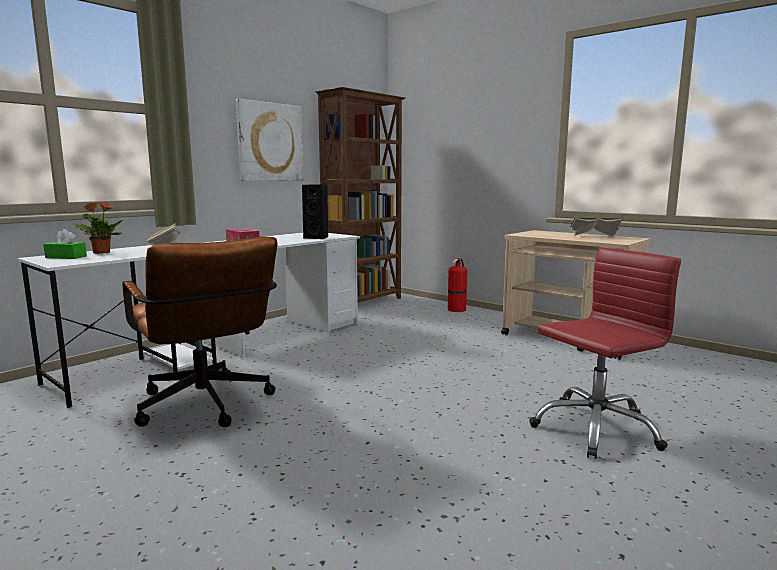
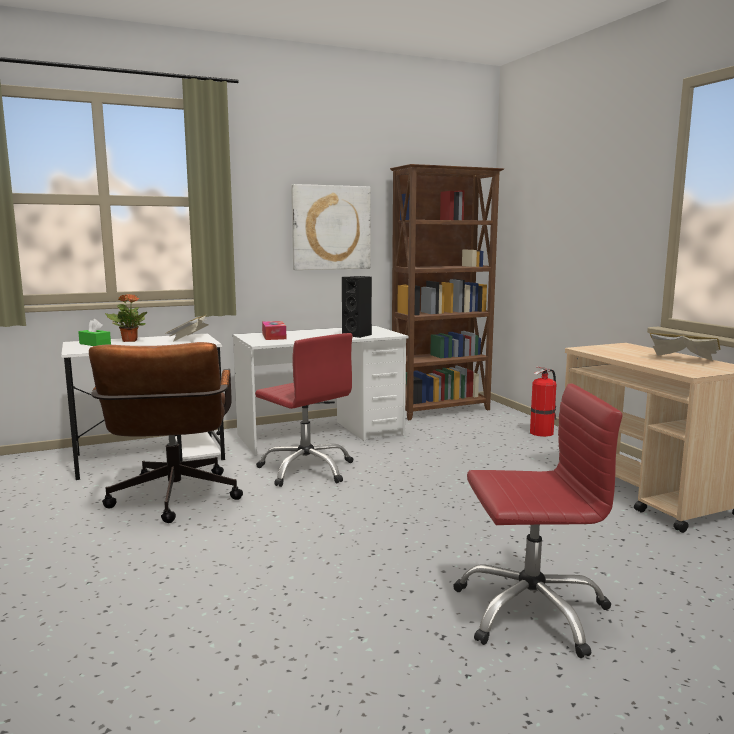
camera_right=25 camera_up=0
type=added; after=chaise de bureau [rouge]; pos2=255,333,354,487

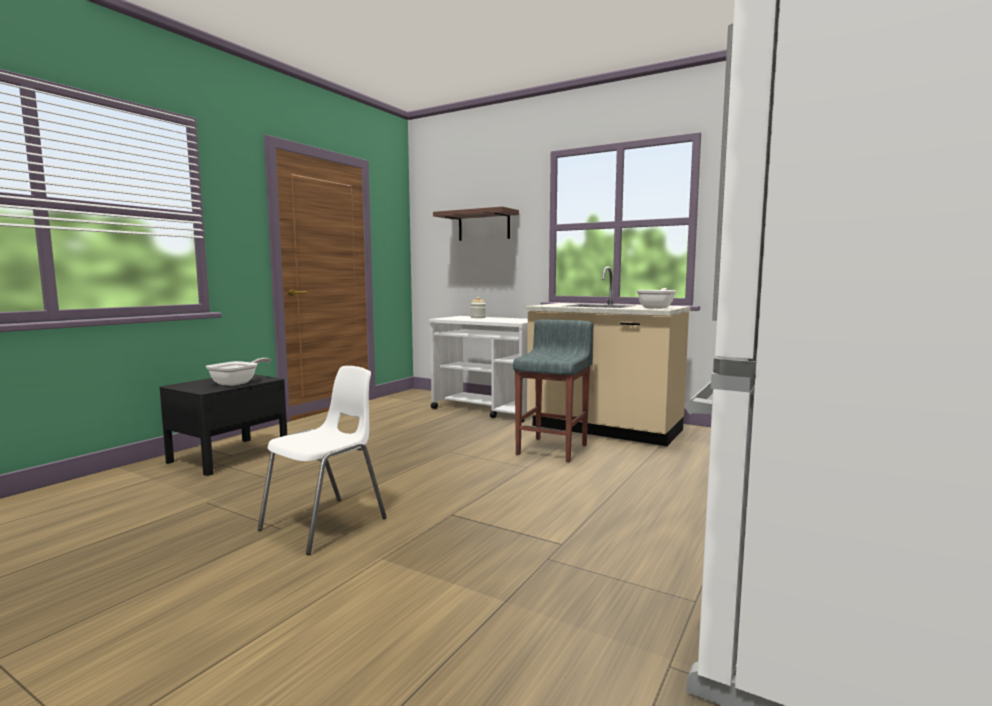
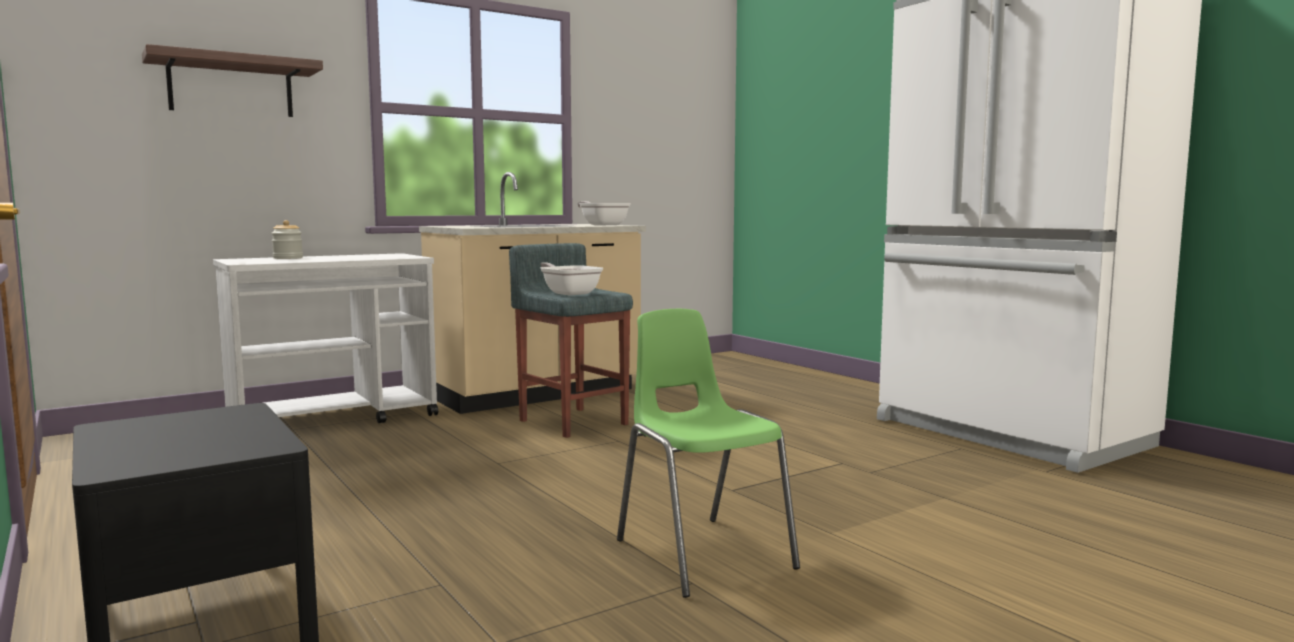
camera_right=-65 camera_up=0
type=moved; before=poêle; pos1=206,358,271,386; pos2=541,262,603,296
type=recoloured; before=chaise [blanc]; after=chaise [vert]; pos1=258,366,387,555; pos2=617,309,800,598

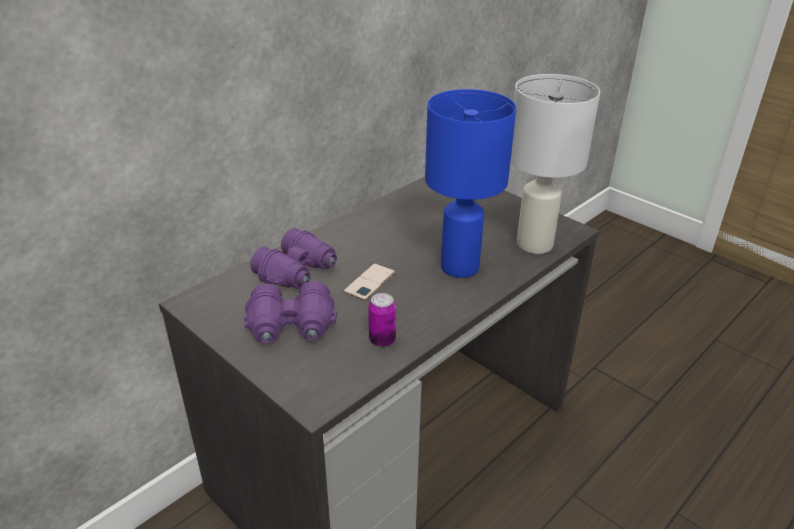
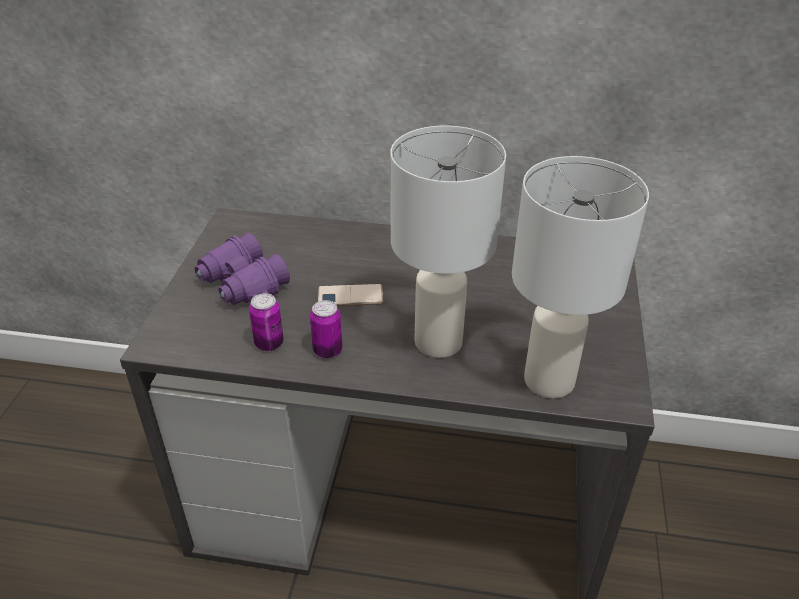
camera_right=55 camera_up=5
type=removed; before=jumelles [violet]; pos1=251,228,337,289
type=recoloured; before=lampe de table [bleu]; after=lampe de table [blanc]; pos1=425,89,516,278; pos2=390,126,506,358
type=added; after=boîte métallique; pos2=310,300,342,358

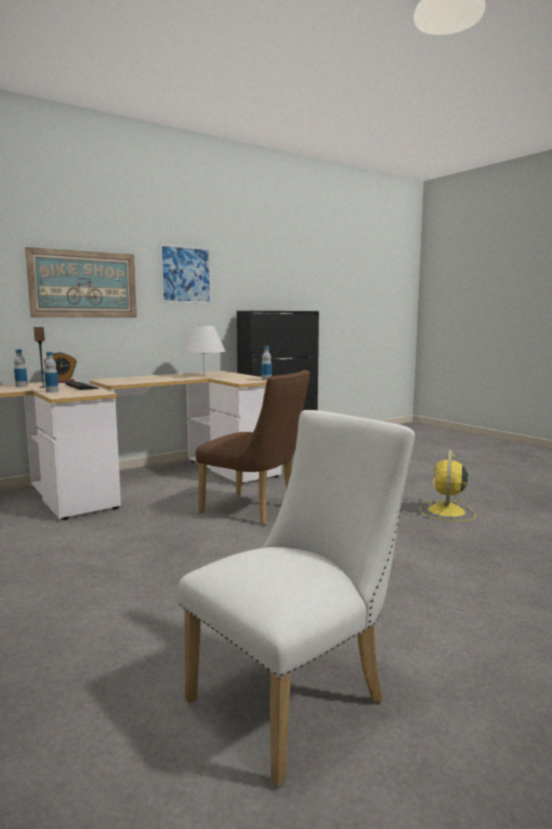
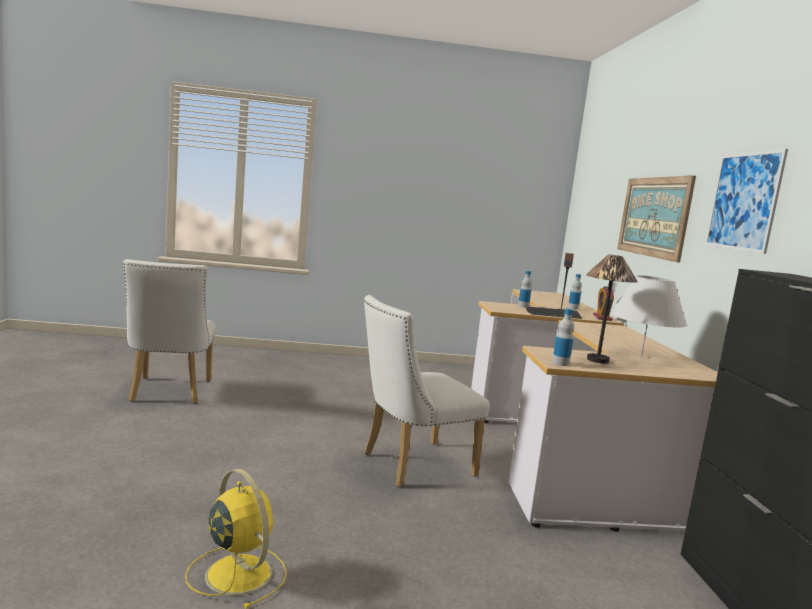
camera_right=120 camera_up=0
type=recoloured; before=chaise [marron]; after=chaise [blanc]; pos1=196,370,310,525; pos2=364,295,490,487
type=added; after=lampe de table; pos2=586,255,638,364

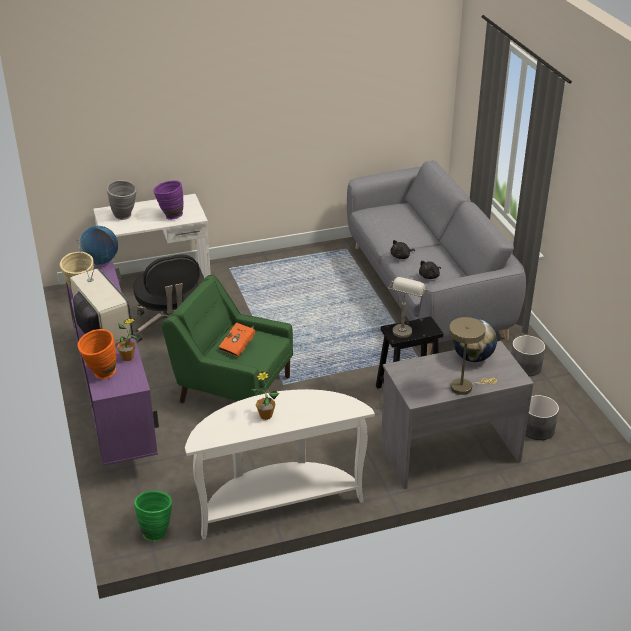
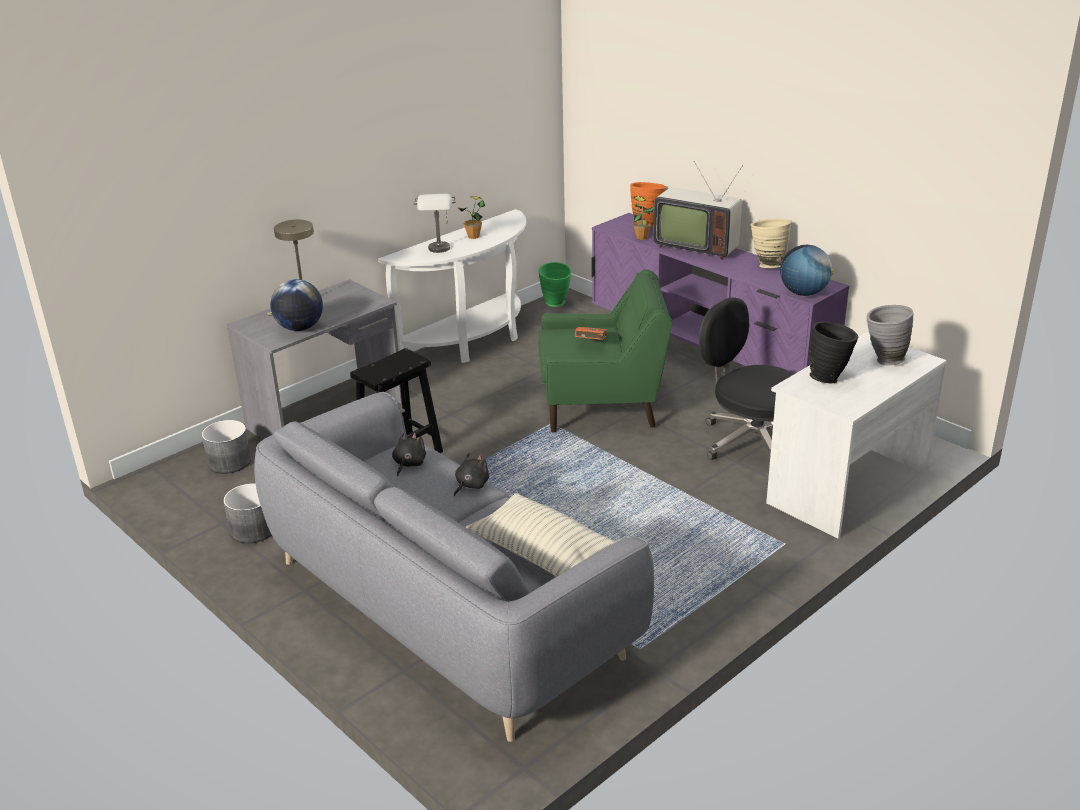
camera_right=155 camera_up=-5
type=recoloured; before=vase [violet]; after=vase [noir]; pos1=153,181,184,220; pos2=809,321,858,383
type=moved; before=lampe de table [gris]; pos1=388,277,427,338; pos2=414,194,456,253
type=added; after=coussin; pos2=466,493,616,577

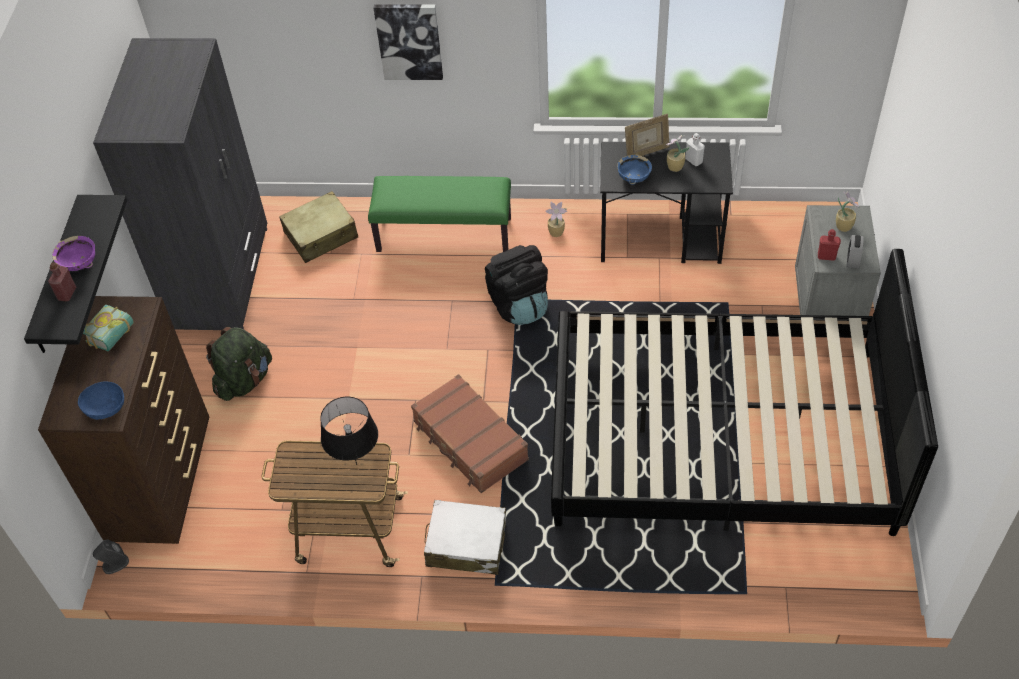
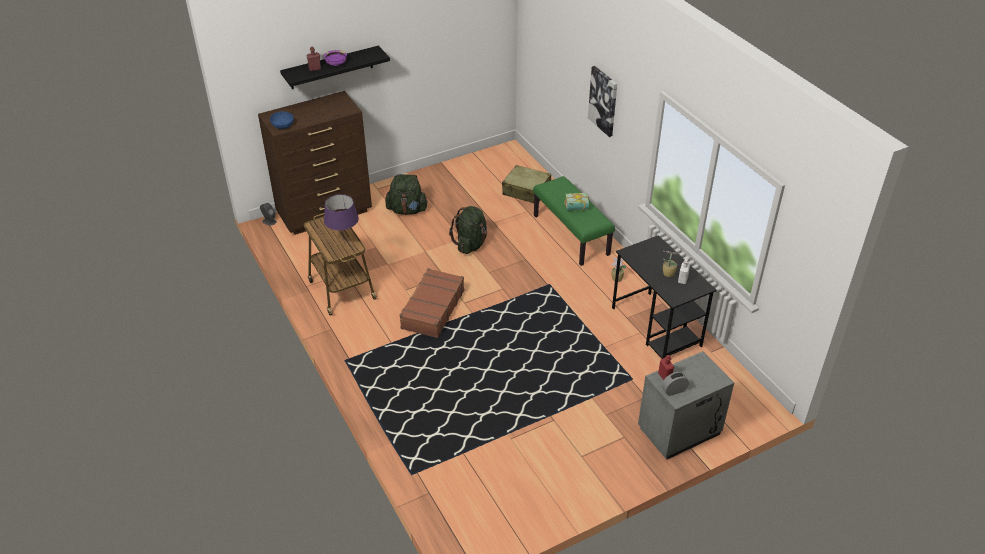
camera_right=55 camera_up=-10
type=moved; before=livre; pos1=83,304,134,351; pos2=564,193,589,210
type=removed; before=armoire [gris]; pos1=93,38,267,330
type=recoloured; before=lampe de table [noir]; after=lampe de table [violet]; pos1=320,397,378,465; pos2=324,194,359,244
type=removed; before=valise [blanc]; pos1=424,500,506,575
type=removed; before=sac à dos [noir]; pos1=485,245,548,325
type=removed; before=lit [noir]; pos1=551,249,938,536
type=removed; before=bol [bleu]; pos1=617,154,652,185
type=removed; before=cadre photo; pos1=625,114,669,156
type=removed; before=plante en pot; pos1=836,191,860,232
type=added; after=sac à dos [vert]; pos2=449,206,488,254

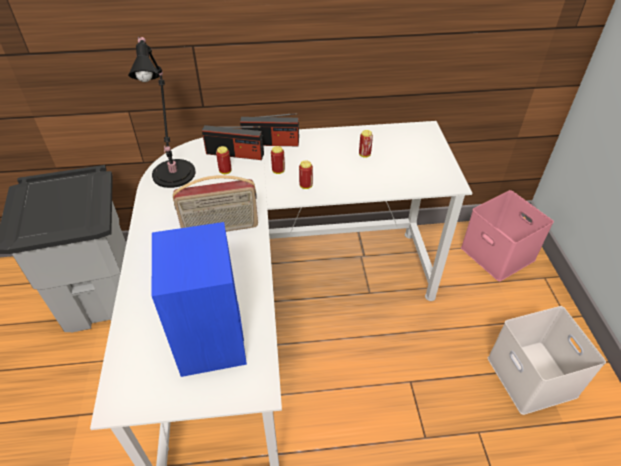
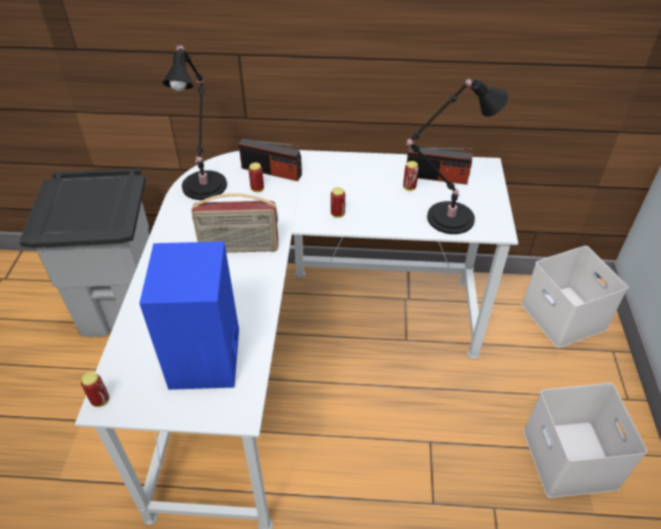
camera_right=10 camera_up=0
type=moved; before=radio; pos1=240,113,299,146; pos2=407,146,473,185
type=moved; before=boîte métallique; pos1=271,146,285,174; pos2=81,372,109,407
type=recoloured; before=boîte de rangement [rose]; after=boîte de rangement [blanc]; pos1=461,190,554,281; pos2=521,246,628,348
type=added; after=lampe de table [noir]; pos2=406,79,508,234

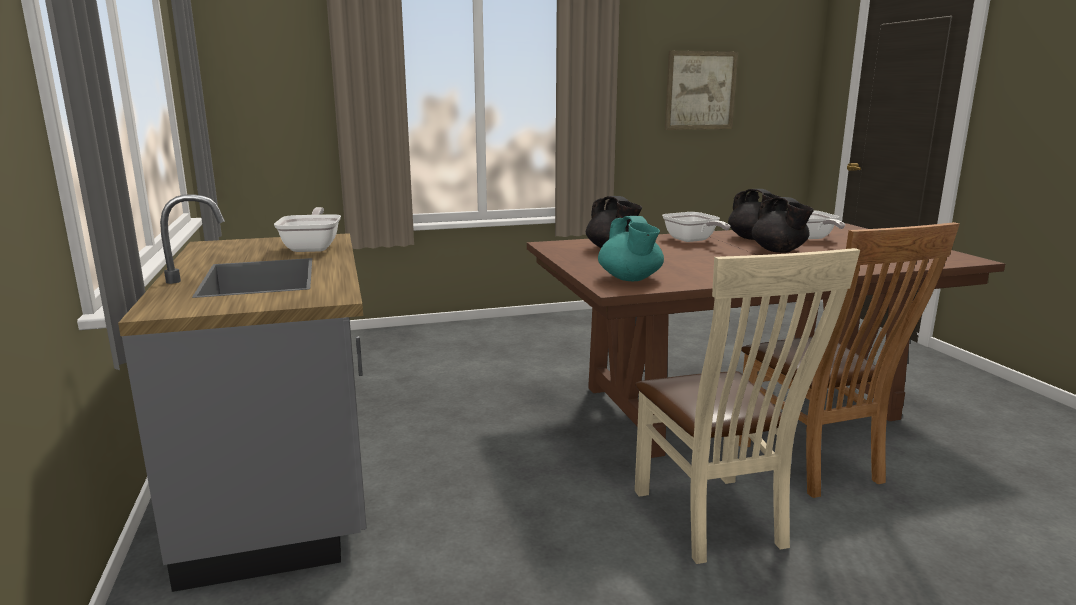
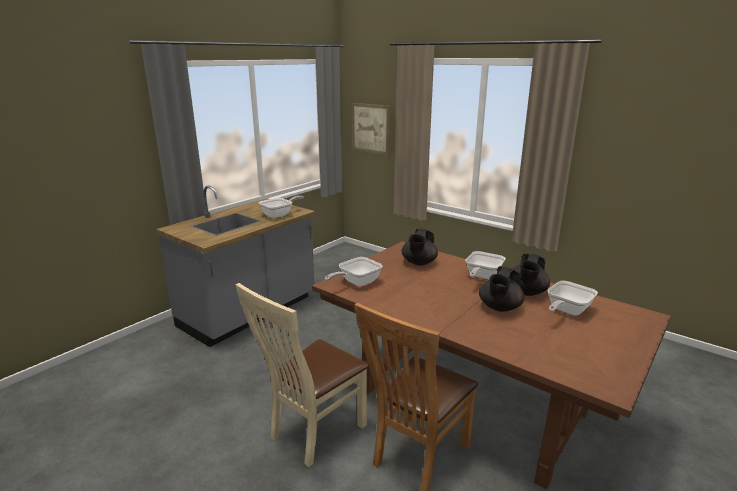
camera_right=55 camera_up=5
type=replaced; before=théière [turquoise]; after=poêle; pos1=598,216,664,281; pos2=325,257,382,286
type=moved; before=tableau; pos1=665,51,738,130; pos2=352,103,390,155

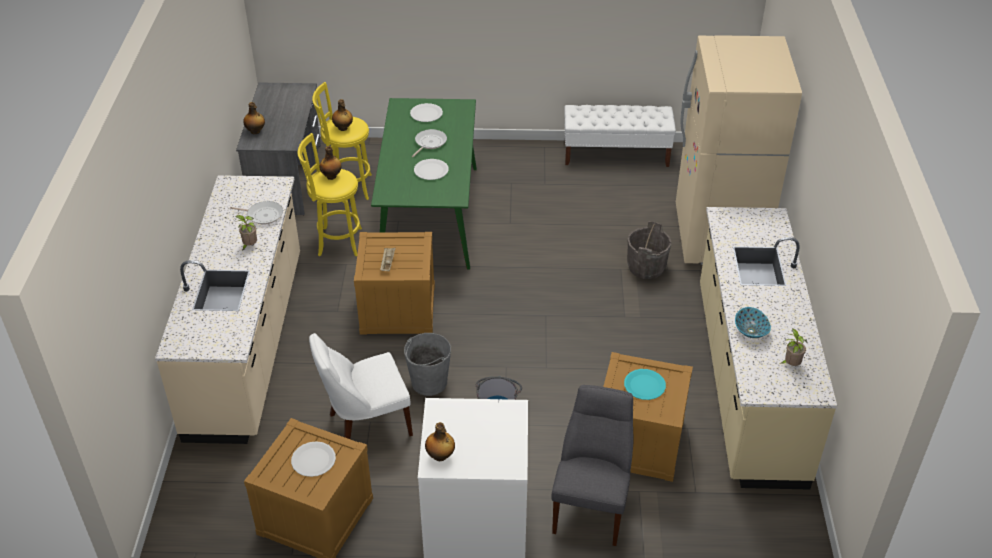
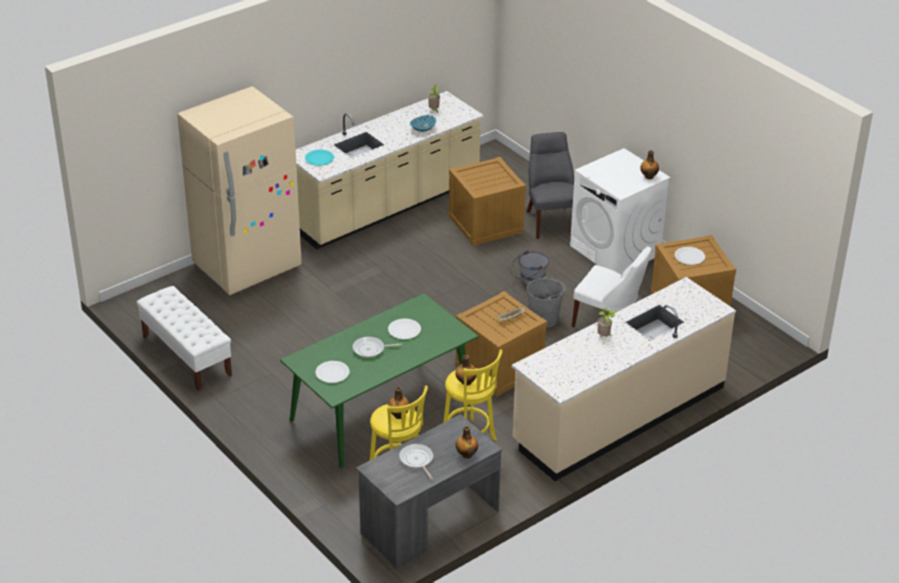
camera_right=-130 camera_up=-5
type=moved; before=poêle; pos1=230,201,283,225; pos2=399,444,433,480
type=turned; before=chaise [gris]; pos1=551,385,633,546; pos2=527,132,574,239; turn=105
type=moved; before=assiette [turquoise]; pos1=624,369,666,400; pos2=305,150,334,166
type=removed; before=seau [gris]; pos1=627,221,672,279

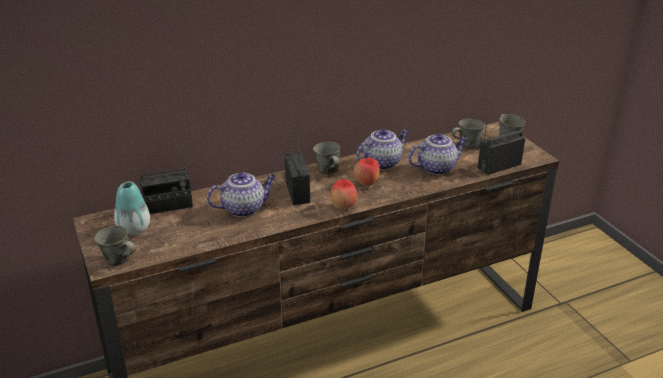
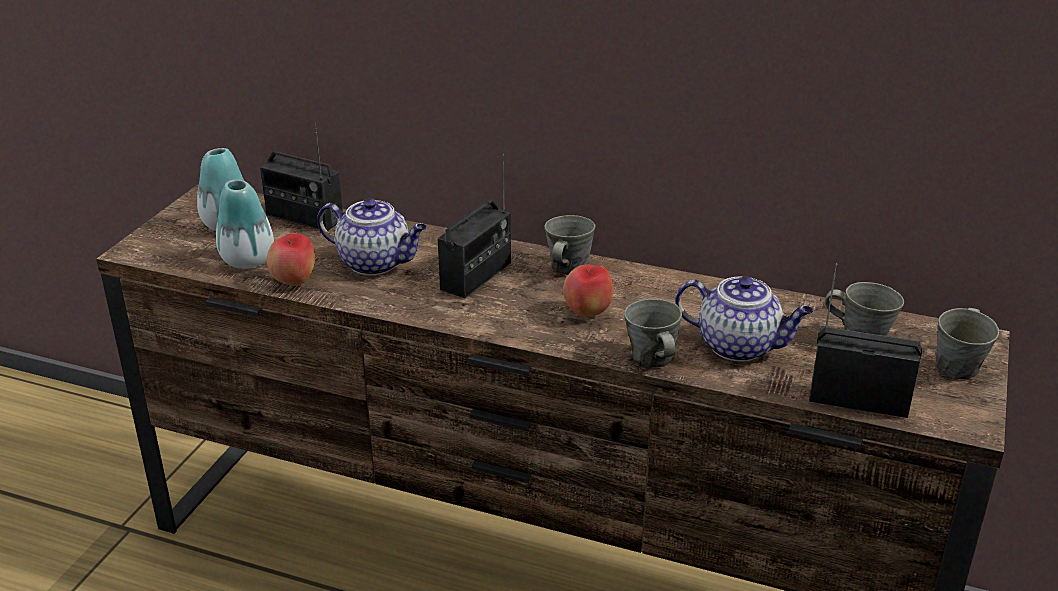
camera_right=45 camera_up=0
type=moved; before=mug [gris]; pos1=95,225,136,266; pos2=624,299,682,368
type=moved; before=pomme; pos1=330,179,357,210; pos2=267,233,315,286
type=removed; before=théière; pos1=356,129,409,170
type=added; after=vase; pos2=216,180,274,269

